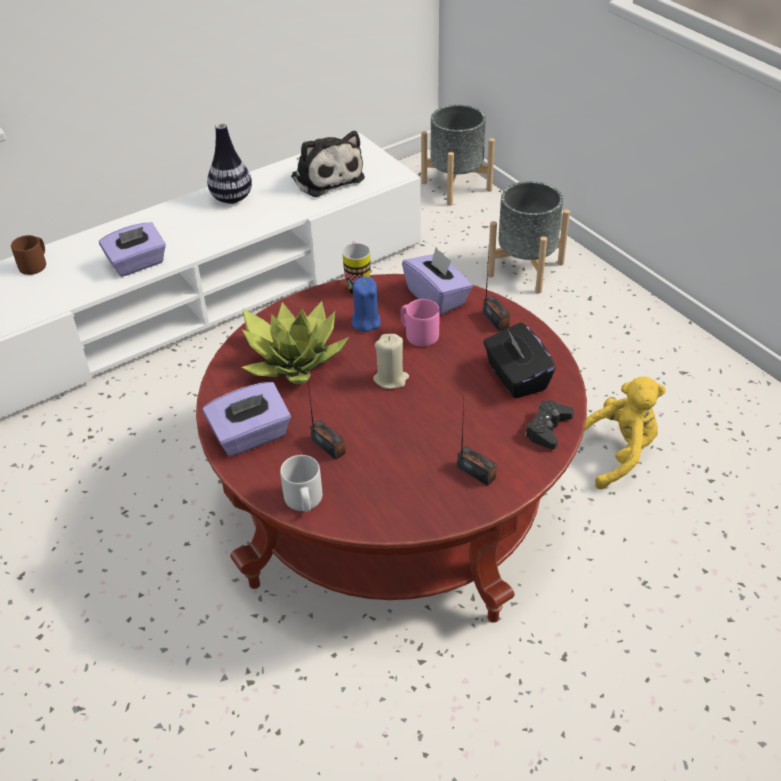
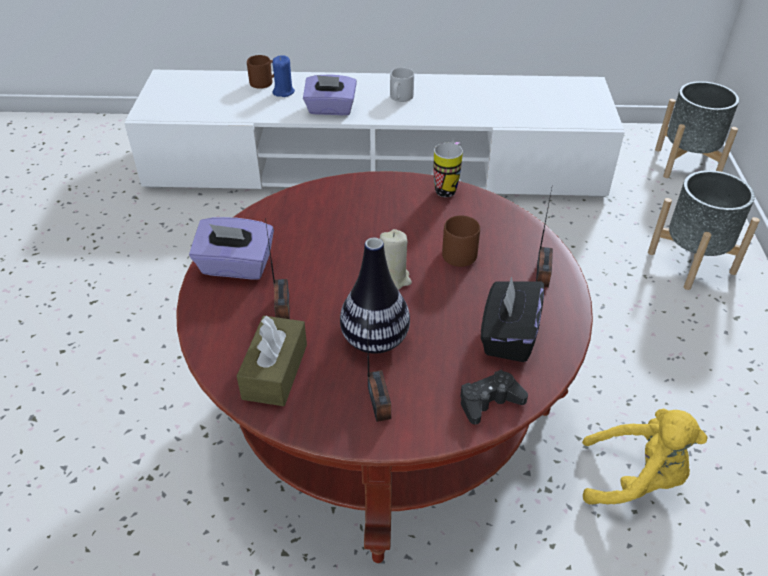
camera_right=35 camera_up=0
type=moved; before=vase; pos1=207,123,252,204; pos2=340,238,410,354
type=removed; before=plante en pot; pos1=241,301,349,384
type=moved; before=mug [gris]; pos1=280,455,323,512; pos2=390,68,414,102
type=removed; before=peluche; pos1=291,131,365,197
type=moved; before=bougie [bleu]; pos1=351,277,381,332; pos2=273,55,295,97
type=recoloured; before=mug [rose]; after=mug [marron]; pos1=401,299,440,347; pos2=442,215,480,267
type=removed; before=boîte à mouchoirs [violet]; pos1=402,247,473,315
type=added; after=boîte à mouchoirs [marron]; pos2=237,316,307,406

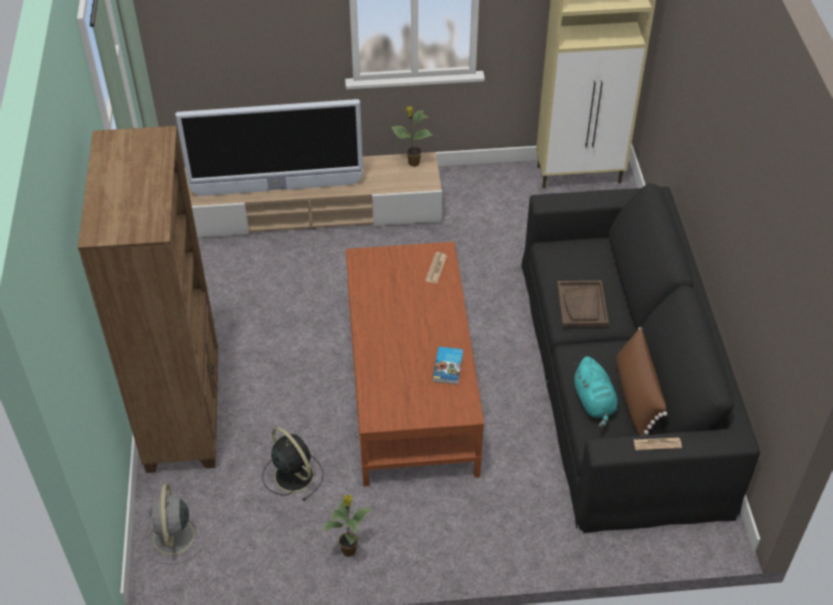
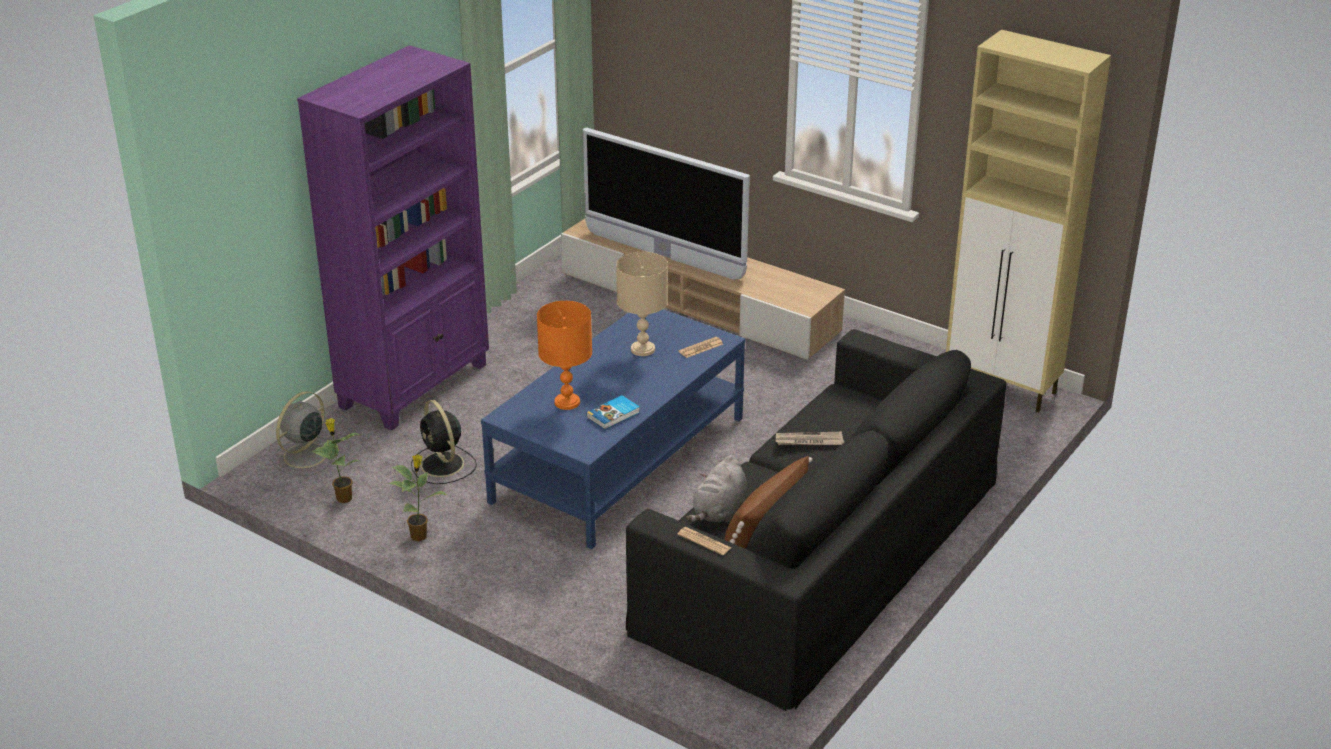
camera_right=40 camera_up=-15
type=recoloured; before=bibliothèque [marron]; after=bibliothèque [violet]; pos1=78,126,218,473; pos2=297,45,489,431
type=turned; before=ventilateur [noir]; pos1=262,427,323,501; pos2=411,400,477,484; turn=150
type=recoloured; before=table basse [marron]; after=table basse [bleu]; pos1=346,242,484,486; pos2=481,309,745,549
type=moved; before=plante en pot; pos1=391,107,432,167; pos2=311,418,361,503
type=replaced; before=plateau [marron]; after=journal; pos1=557,280,609,327; pos2=776,432,844,445
type=recoloured; before=peluche [turquoise]; after=peluche [gris]; pos1=574,356,618,428; pos2=686,455,747,523
type=added; after=lampe de table [orange]; pos2=537,301,592,410
type=added; after=lampe de table [beige]; pos2=616,252,668,356

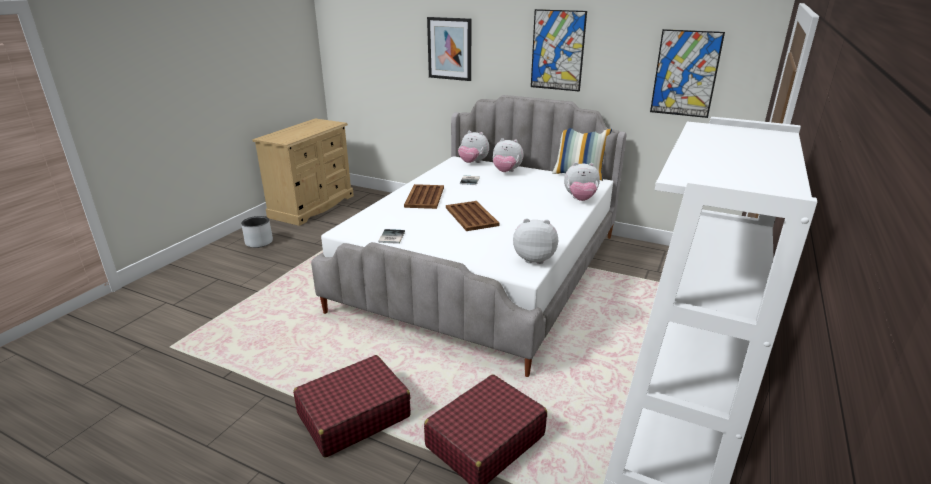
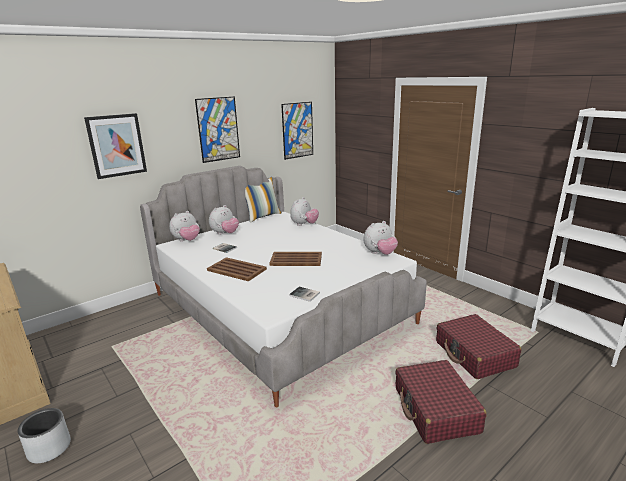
camera_right=-65 camera_up=-5
type=turned; before=peluche; pos1=513,218,558,264; pos2=364,221,398,255; turn=-150

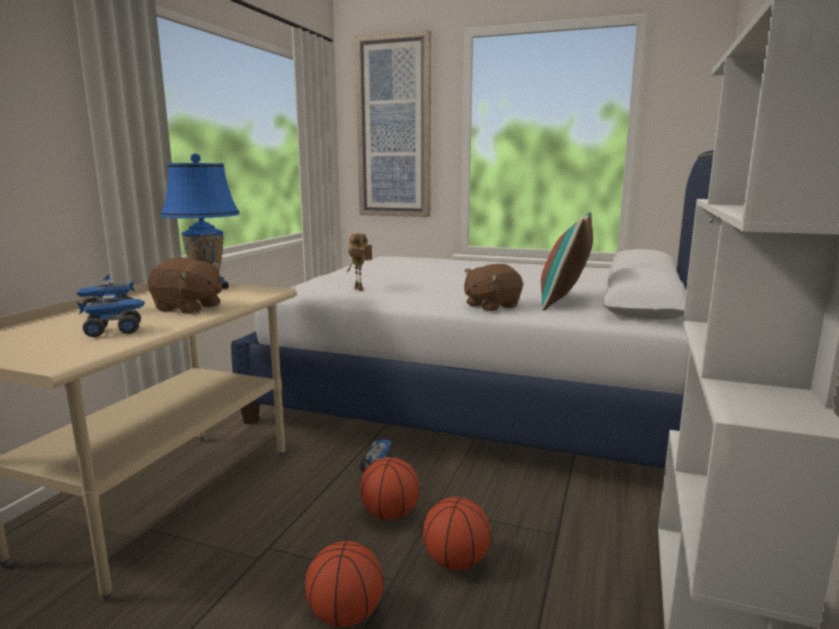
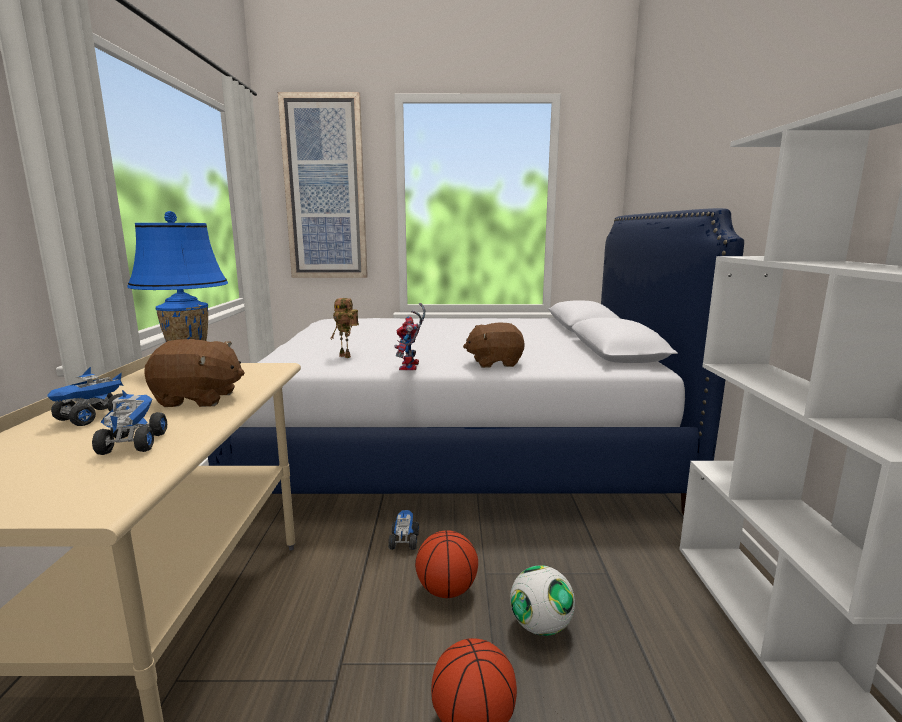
camera_right=-20 camera_up=0
type=turned; before=camion jouet; pos1=77,289,145,337; pos2=92,390,167,455; turn=-60
type=replaced; before=ballon de basket; after=ballon de foot; pos1=423,497,491,570; pos2=510,565,575,636
type=turned; before=peluche [marron]; pos1=464,264,523,311; pos2=463,323,525,368; turn=45
type=removed; before=coussin; pos1=541,212,593,311
type=added; after=robot jouet; pos2=394,303,426,370

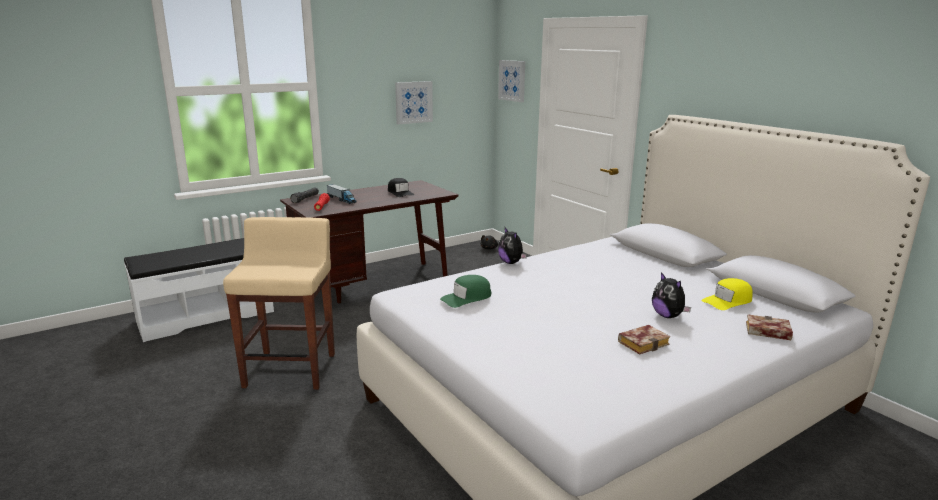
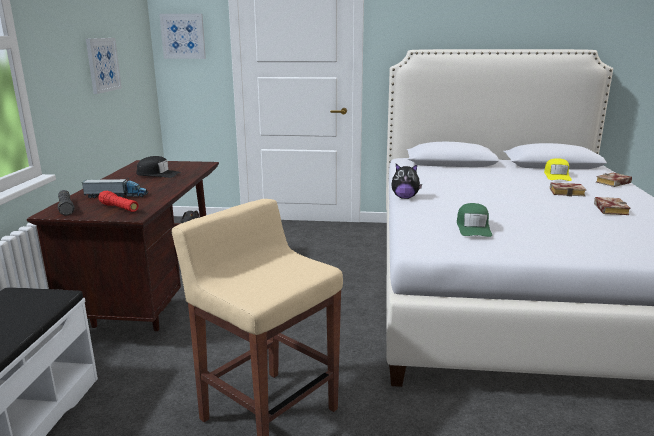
camera_right=-50 camera_up=0
type=replaced; before=peluche; after=livre; pos1=652,272,691,318; pos2=550,183,586,196

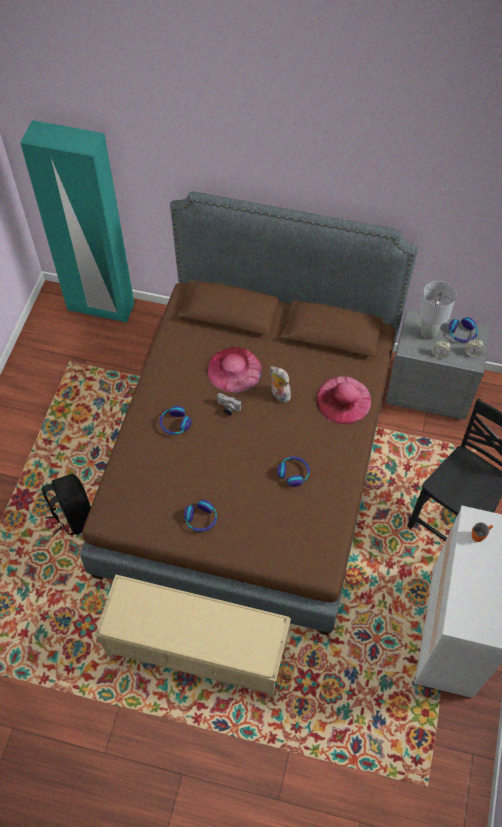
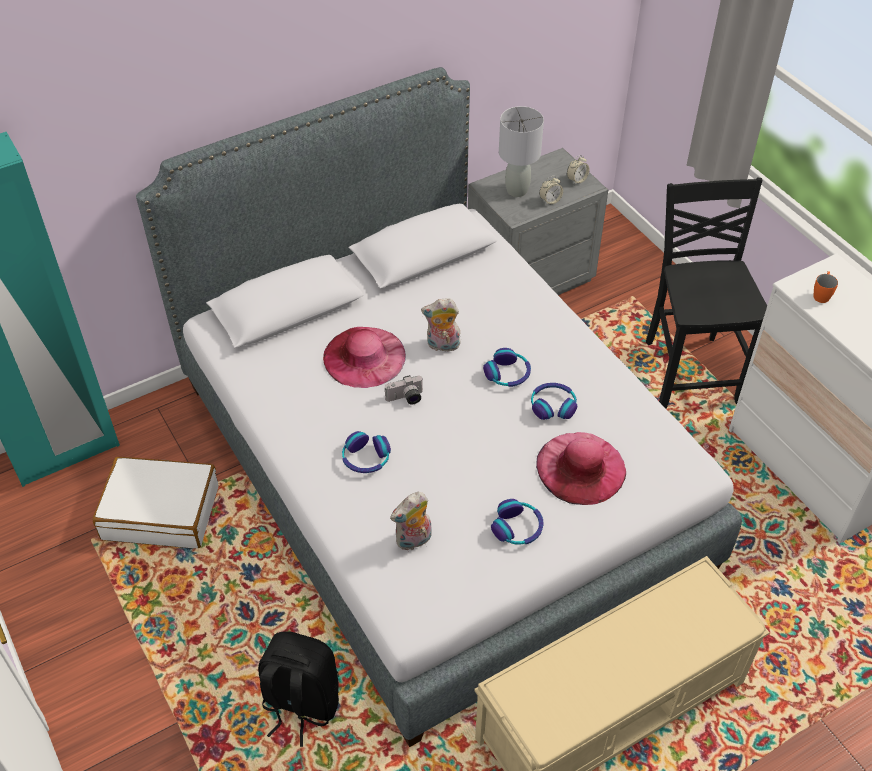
camera_right=-45 camera_up=-10
type=recoloured; before=lit [marron]; after=lit [gris]; pos1=80,192,418,635; pos2=136,67,742,747
type=moved; before=chapeau [rose]; pos1=316,376,371,424; pos2=536,432,626,505
type=moved; before=casque audio; pos1=448,317,478,342; pos2=483,348,531,387
type=added; after=valise [blanc]; pos2=93,457,218,549
type=added; after=peluche; pos2=390,492,432,550

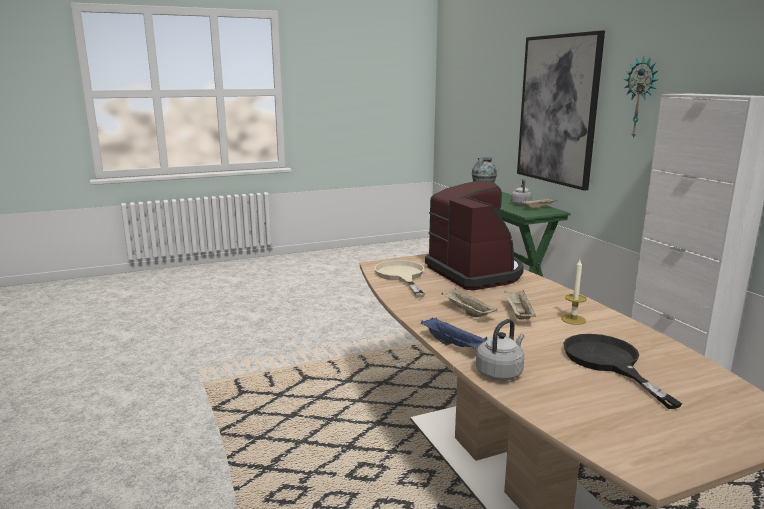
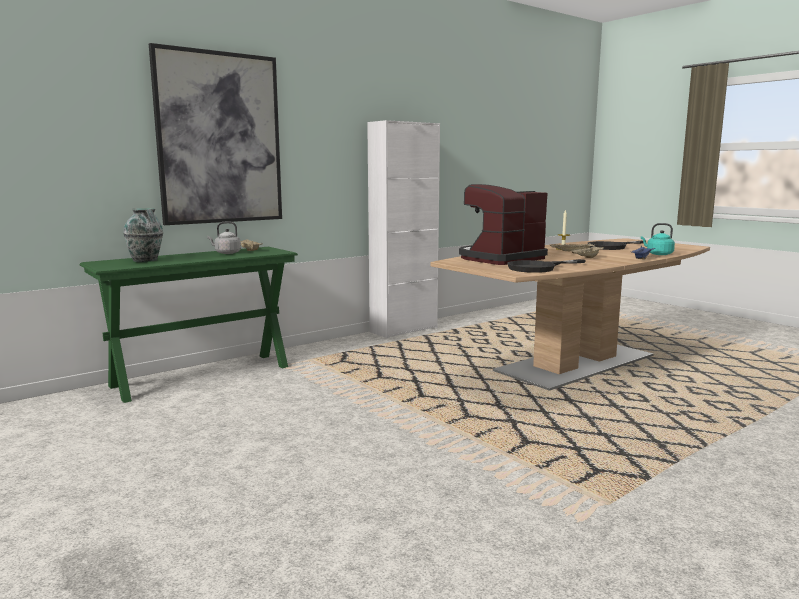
camera_right=-105 camera_up=-5
type=recoloured; before=poêle [beige]; after=poêle [noir]; pos1=374,260,425,298; pos2=507,259,586,273
type=recoloured; before=bouilloire [gris]; after=bouilloire [turquoise]; pos1=476,319,524,381; pos2=641,223,675,255
type=removed; before=horloge murale; pos1=624,56,659,139

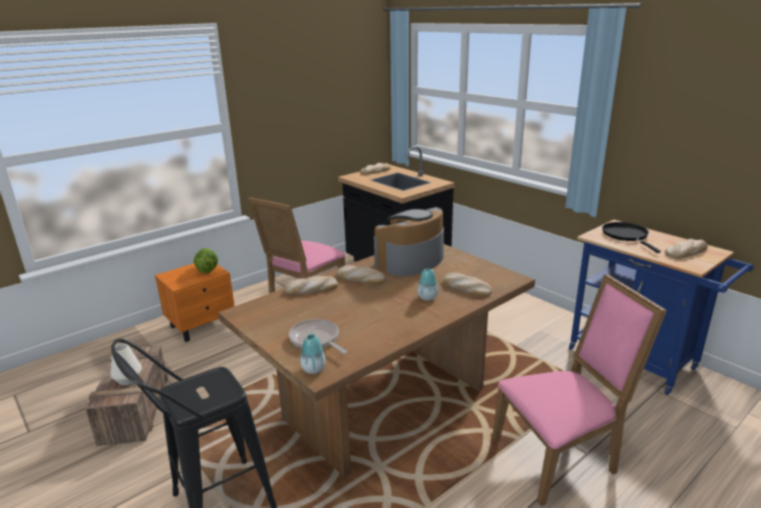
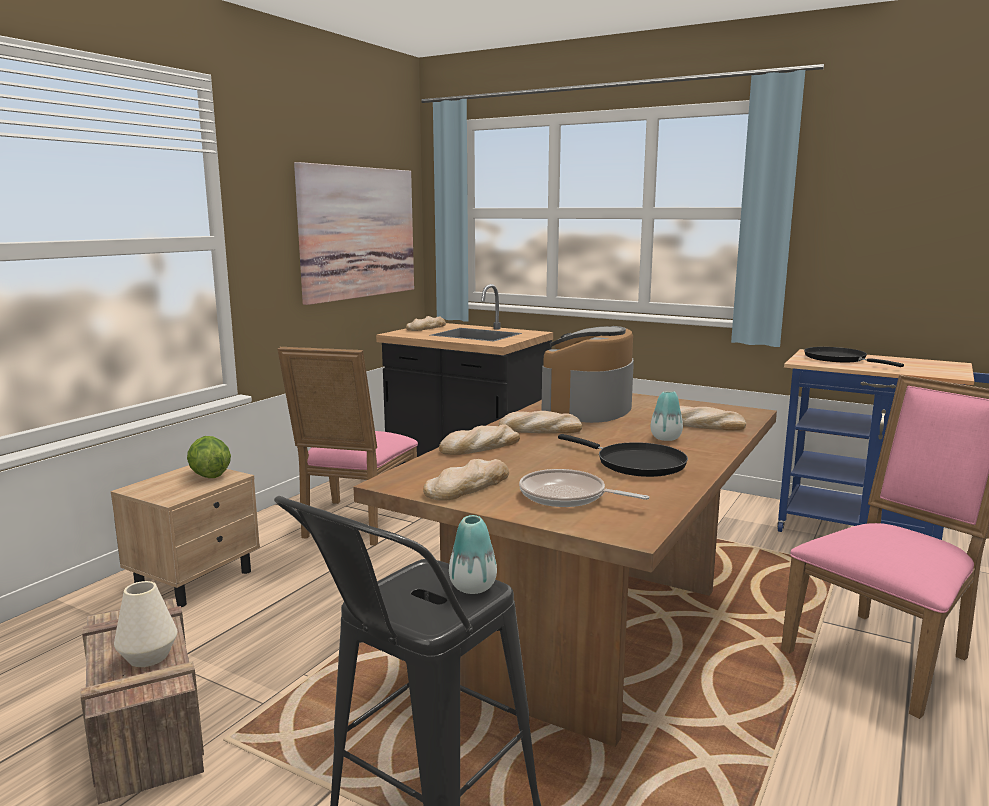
camera_right=-20 camera_up=-10
type=recoloured; before=table de chevet [orange]; after=table de chevet [beige]; pos1=155,263,235,342; pos2=111,465,260,607
type=moved; before=vase; pos1=300,334,326,374; pos2=449,515,497,594
type=moved; before=pain; pos1=665,239,708,259; pos2=423,459,509,501
type=added; after=tableau; pos2=294,162,414,305
type=added; after=poêle [noir]; pos2=558,434,688,477

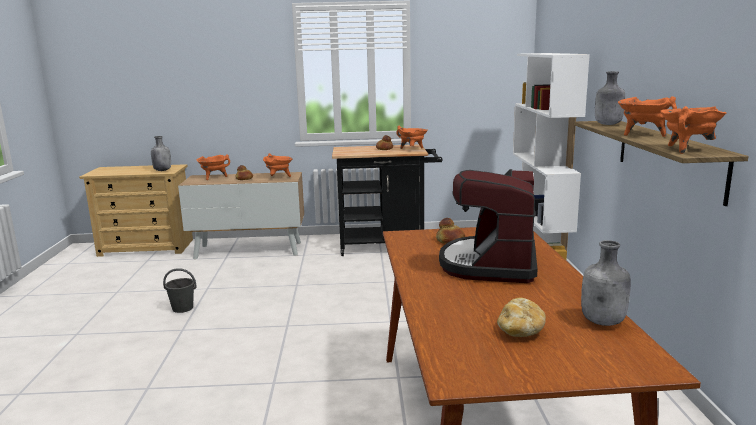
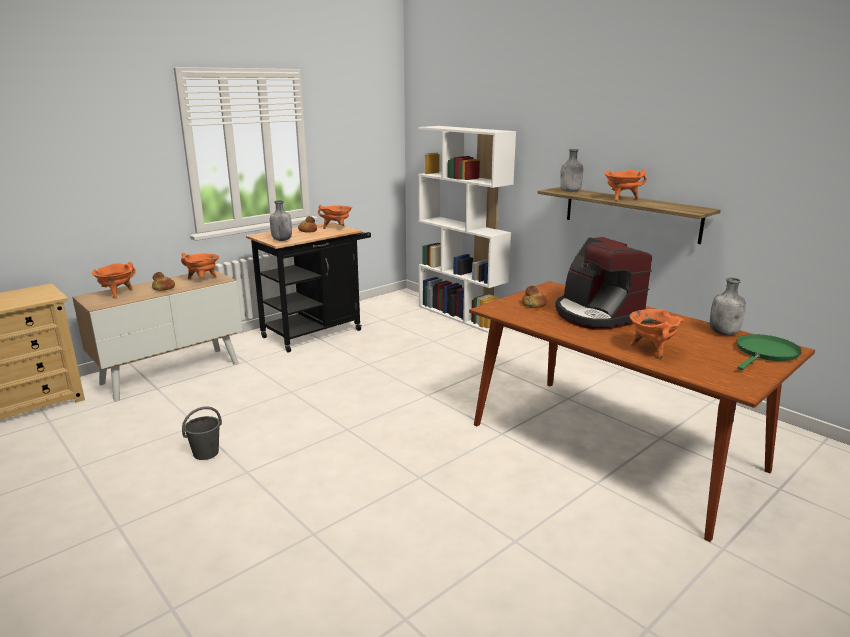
camera_right=-40 camera_up=5
type=moved; before=bouteille [gris]; pos1=151,136,171,171; pos2=270,200,292,241
type=removed; before=pain; pos1=497,297,546,337
type=moved; before=marmite [orange]; pos1=660,106,727,154; pos2=629,309,684,359
type=added; after=poêle [vert]; pos2=736,334,802,370

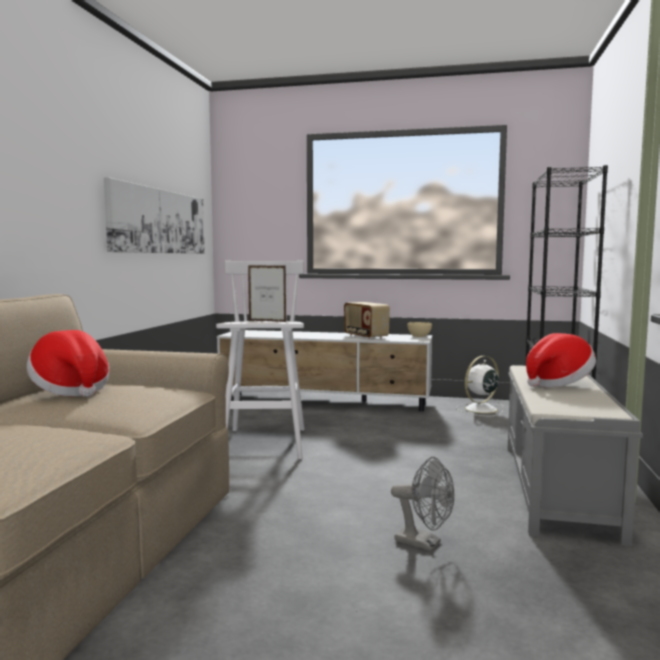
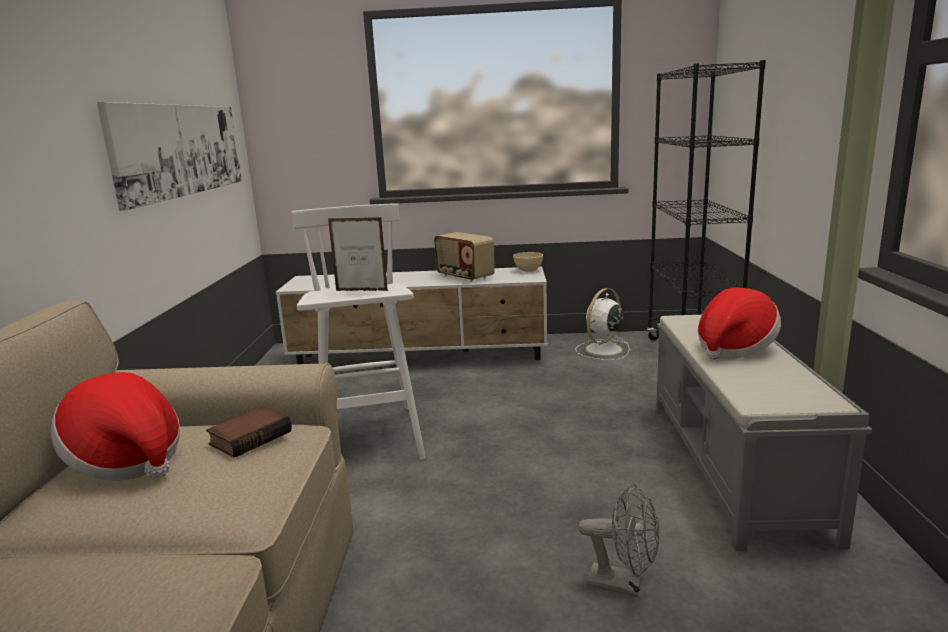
camera_right=-10 camera_up=10
type=added; after=livre; pos2=206,406,292,458

